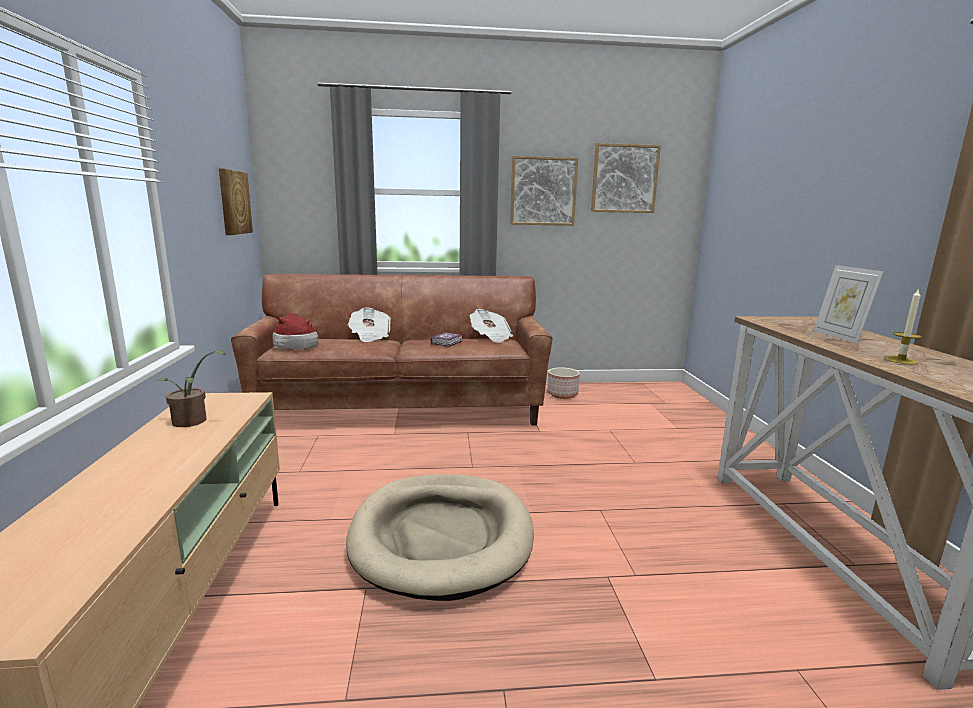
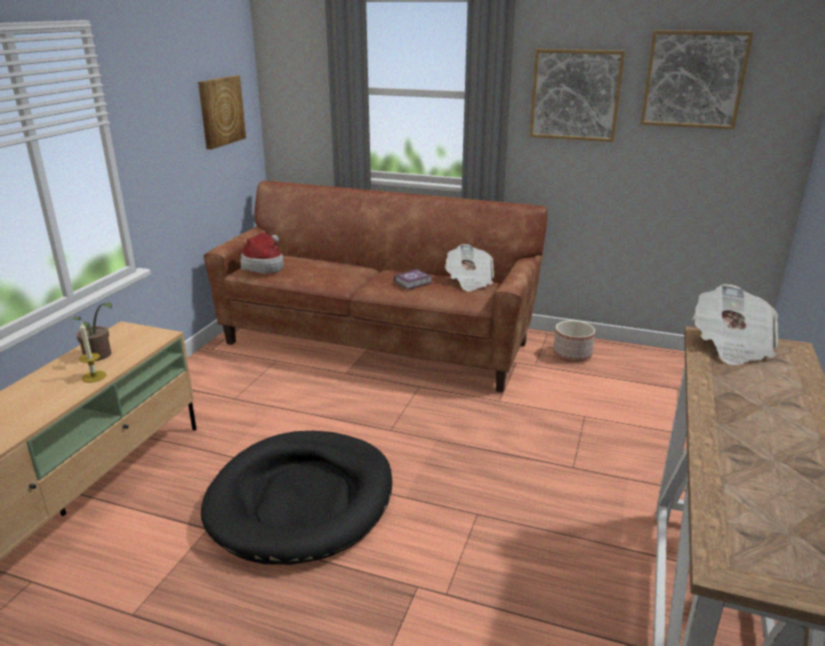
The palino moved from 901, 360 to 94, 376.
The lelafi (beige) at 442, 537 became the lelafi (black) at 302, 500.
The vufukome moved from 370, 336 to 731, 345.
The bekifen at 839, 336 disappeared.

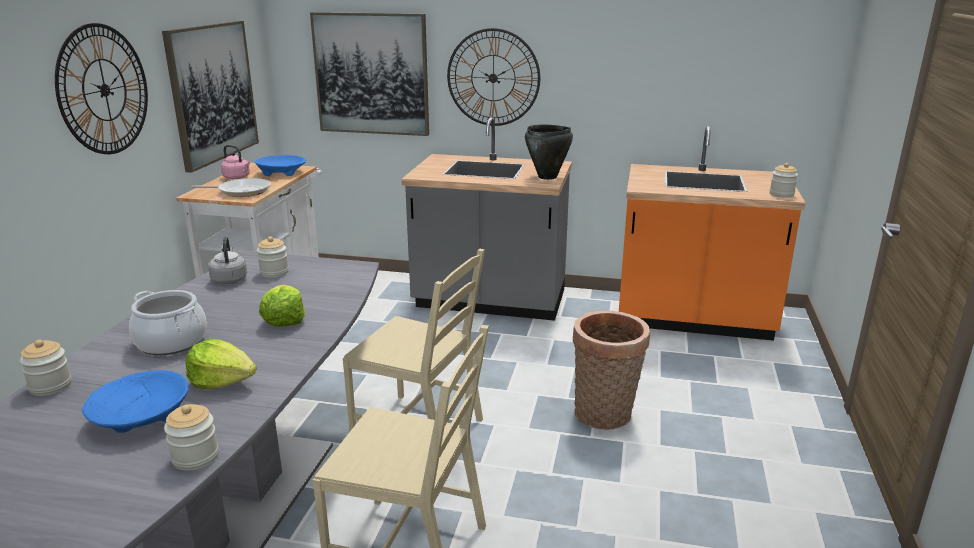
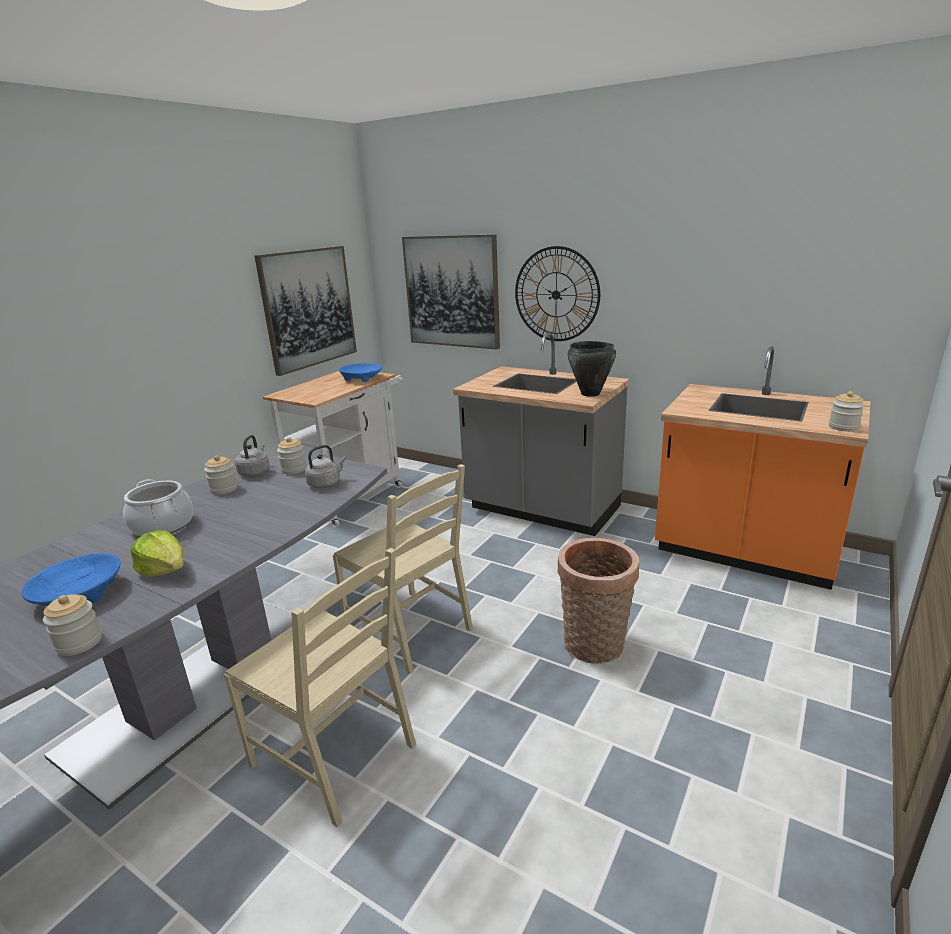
The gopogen moved from 50, 386 to 224, 489.
The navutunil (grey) at 326, 483 appeared.
The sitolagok at 104, 90 disappeared.
The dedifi at 241, 191 disappeared.
The navutunil (pink) at 237, 177 disappeared.
The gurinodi at 284, 320 disappeared.

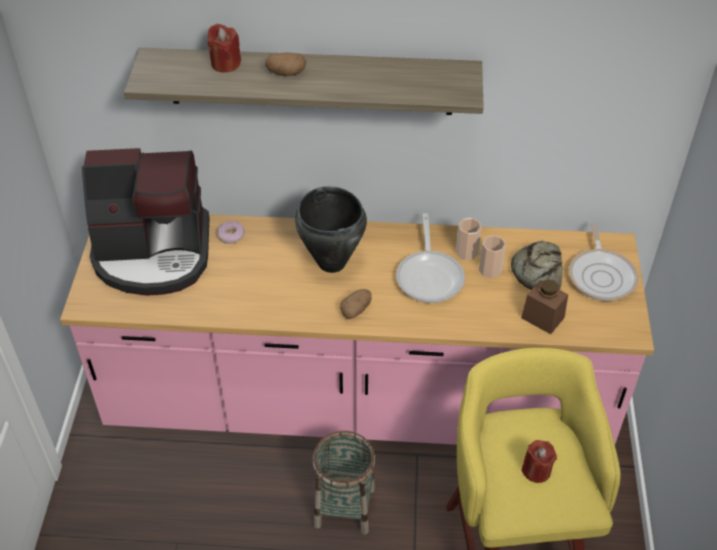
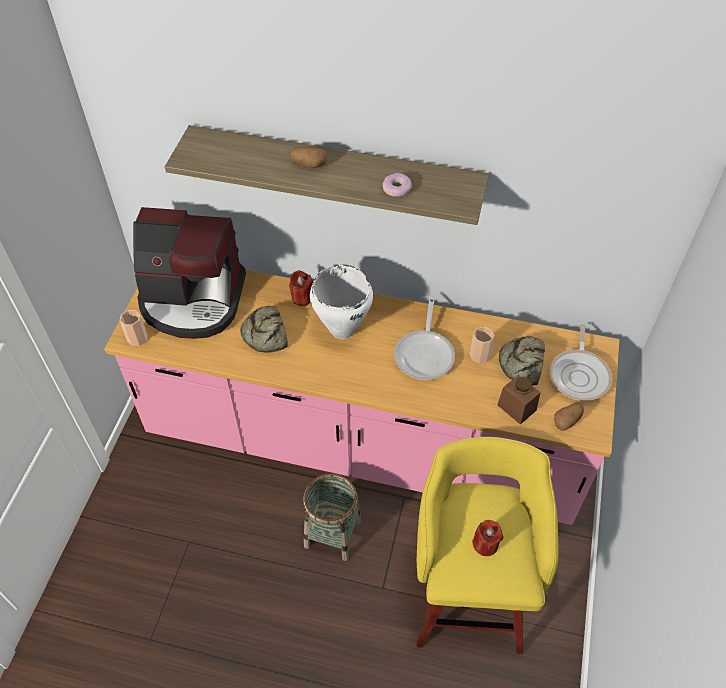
The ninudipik moved from 466, 252 to 137, 338.
The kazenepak at 265, 334 appeared.
The palino (red) moved from 225, 64 to 302, 297.
The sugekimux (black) at 331, 263 became the sugekimux (white) at 342, 330.
The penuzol moved from 231, 235 to 397, 189.
The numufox moved from 356, 310 to 567, 421.

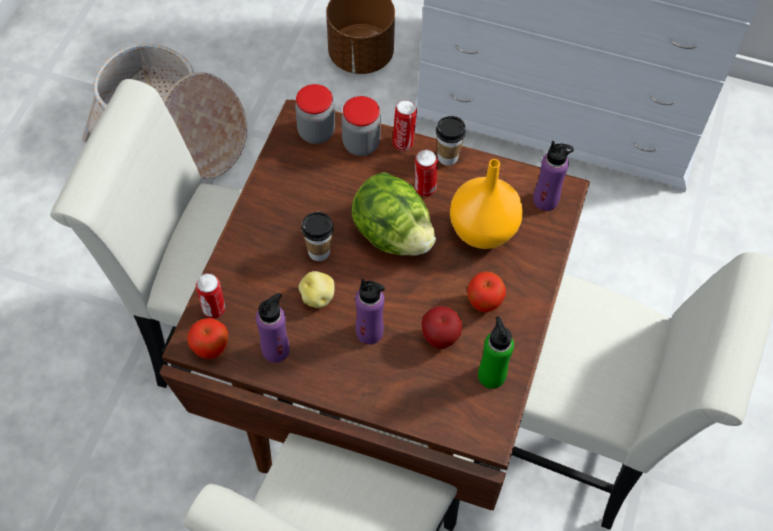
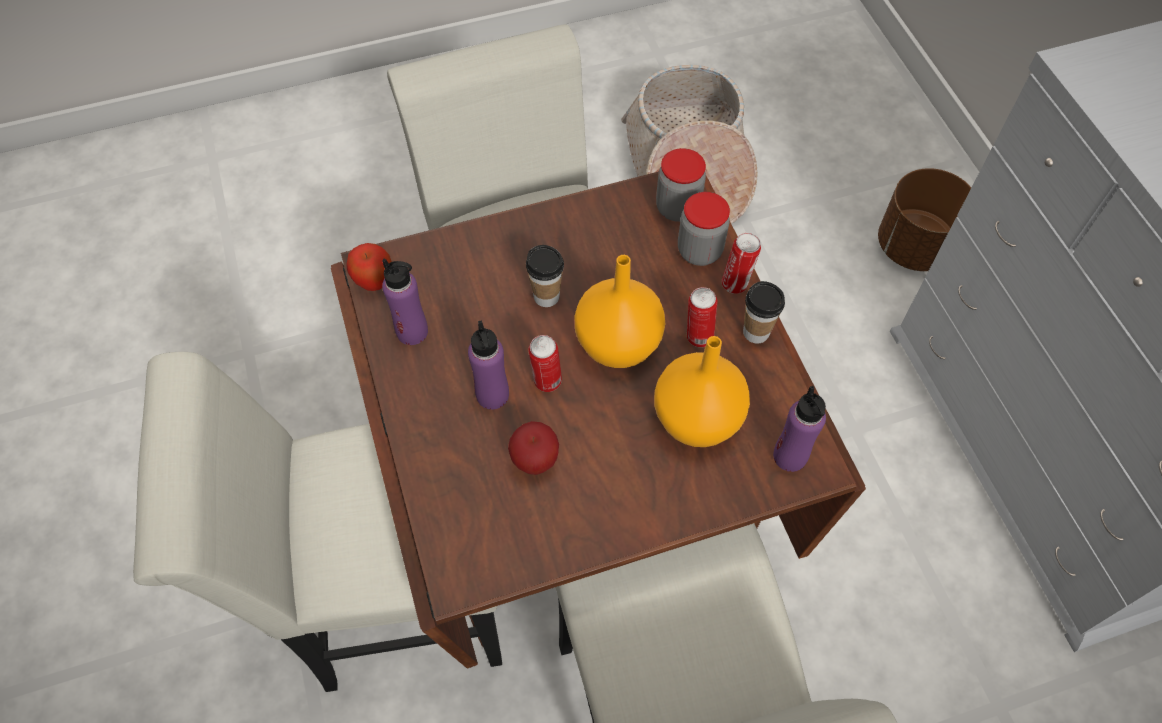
The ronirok moved from 214, 310 to 546, 382.
The gurinodi at 392, 234 was replaced by the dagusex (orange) at 619, 343.
The numufox at 318, 296 disappeared.
The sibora at 484, 303 disappeared.
The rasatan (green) at 491, 375 disappeared.

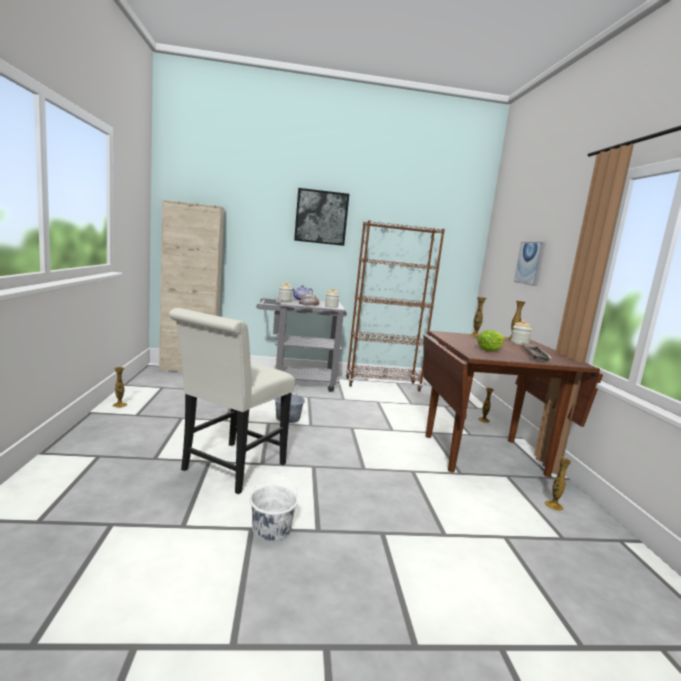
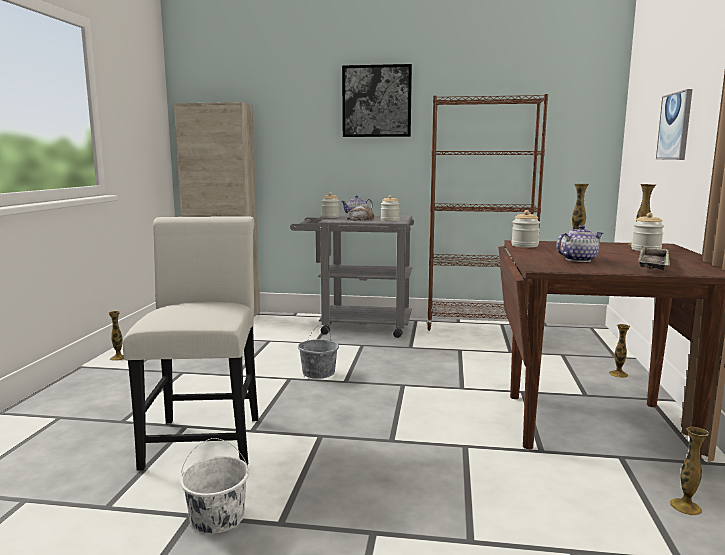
The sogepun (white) at 229, 469 turned 135 degrees clockwise.
The gopogen at 524, 245 appeared.
The gurinodi at 489, 350 was replaced by the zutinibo at 578, 260.

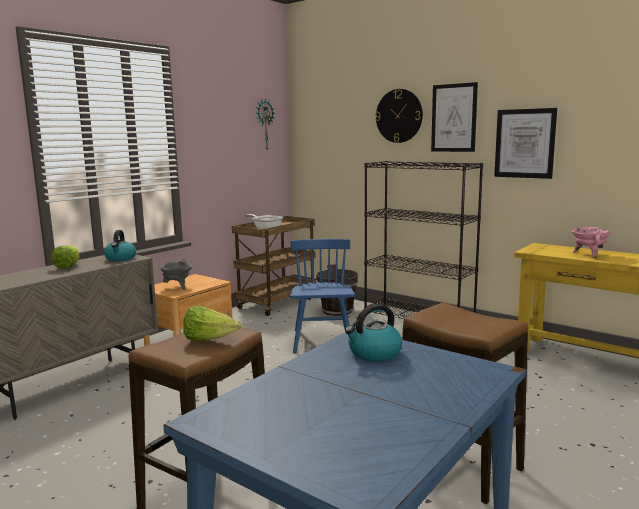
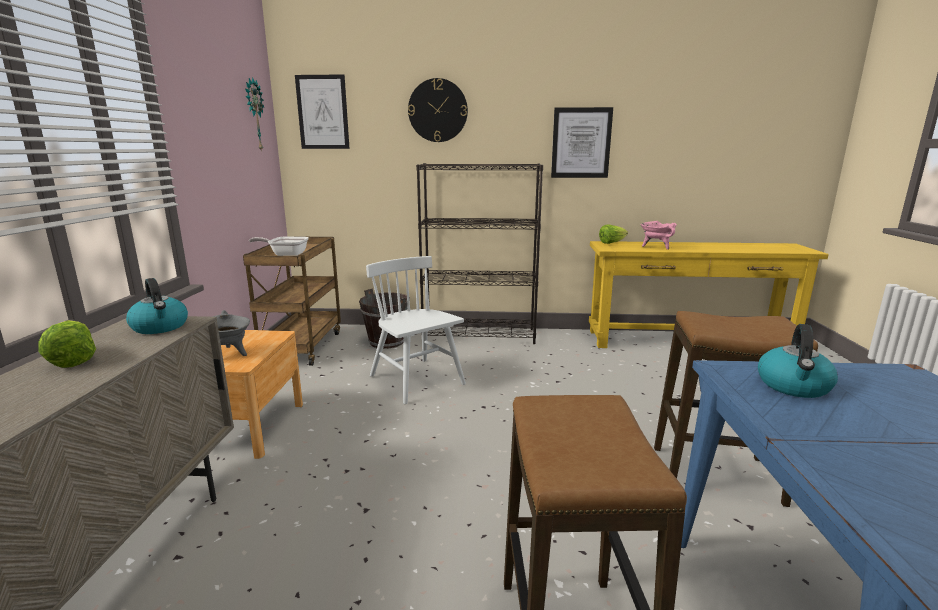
The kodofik moved from 454, 118 to 322, 112.
The sogepun (blue) at 322, 341 became the sogepun (white) at 416, 380.
The gurinodi moved from 209, 339 to 612, 243.

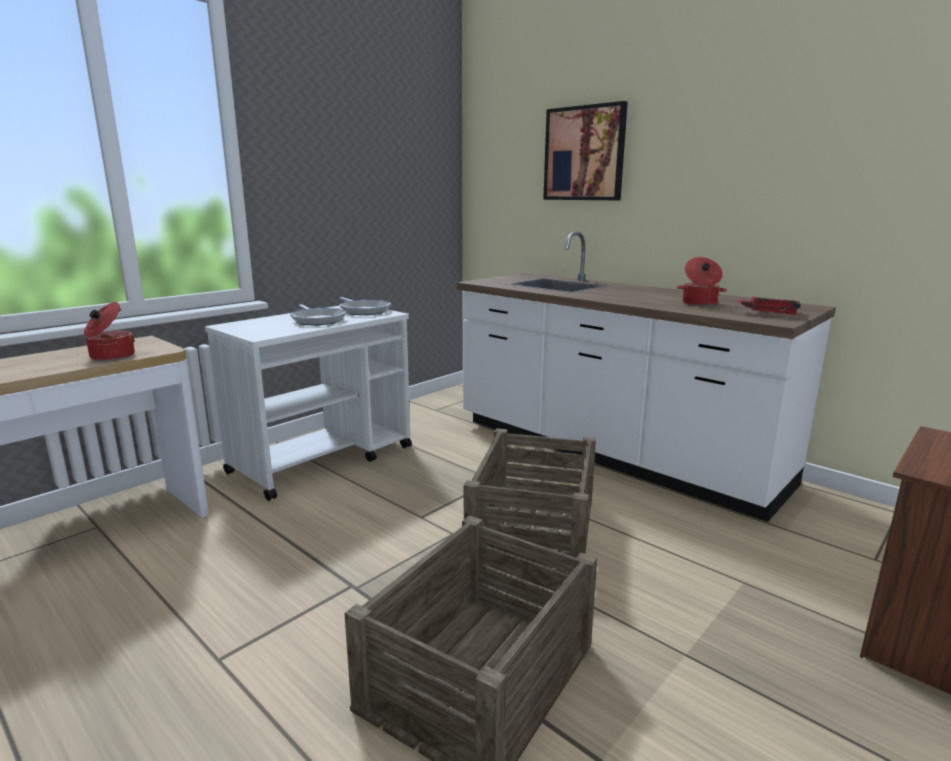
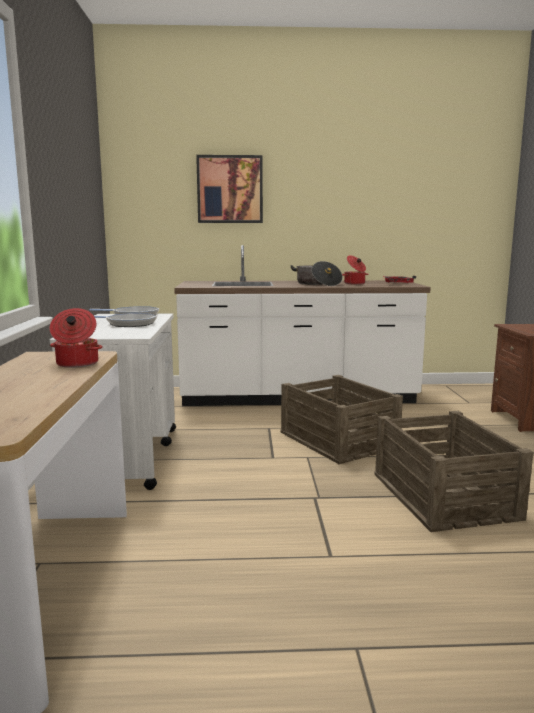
The sugekimux at 317, 284 appeared.

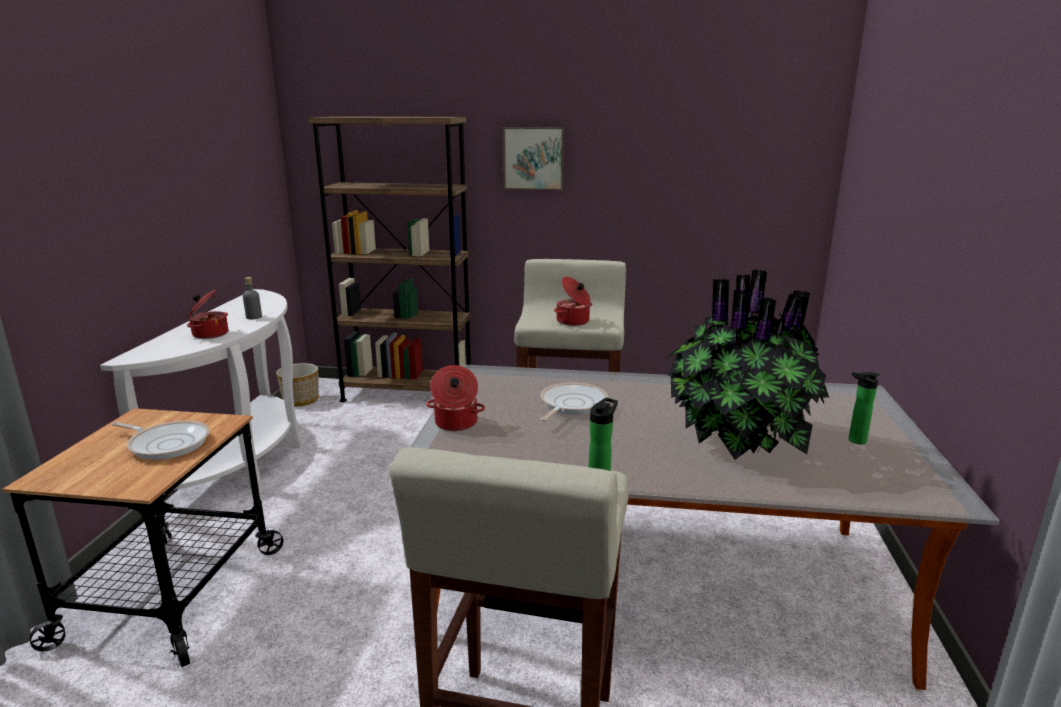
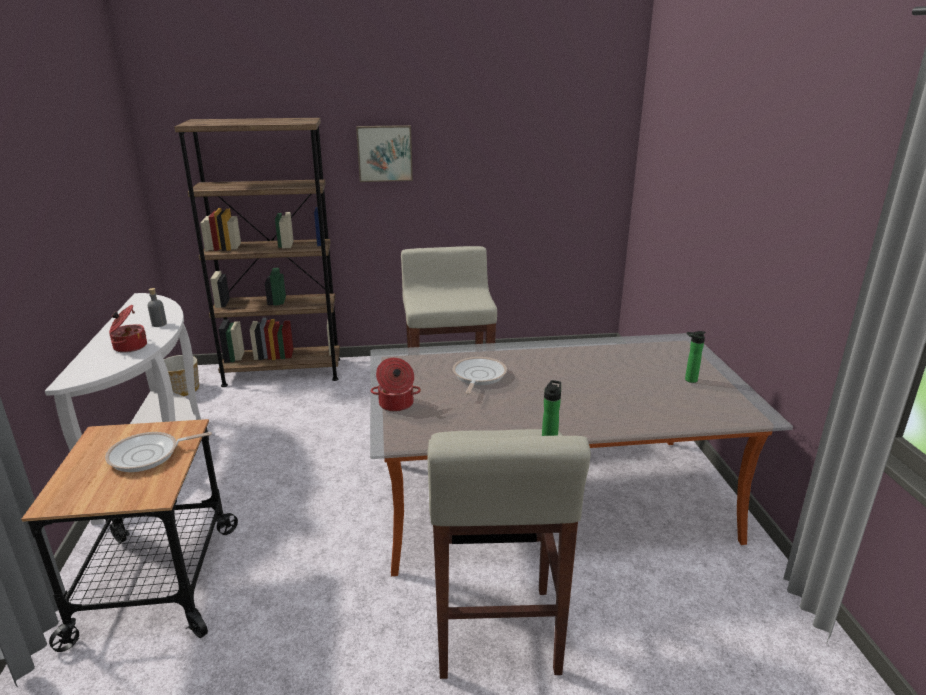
The dedifi at 167, 444 turned 150 degrees clockwise.
The sugekimux at 573, 321 disappeared.
The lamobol at 737, 441 disappeared.

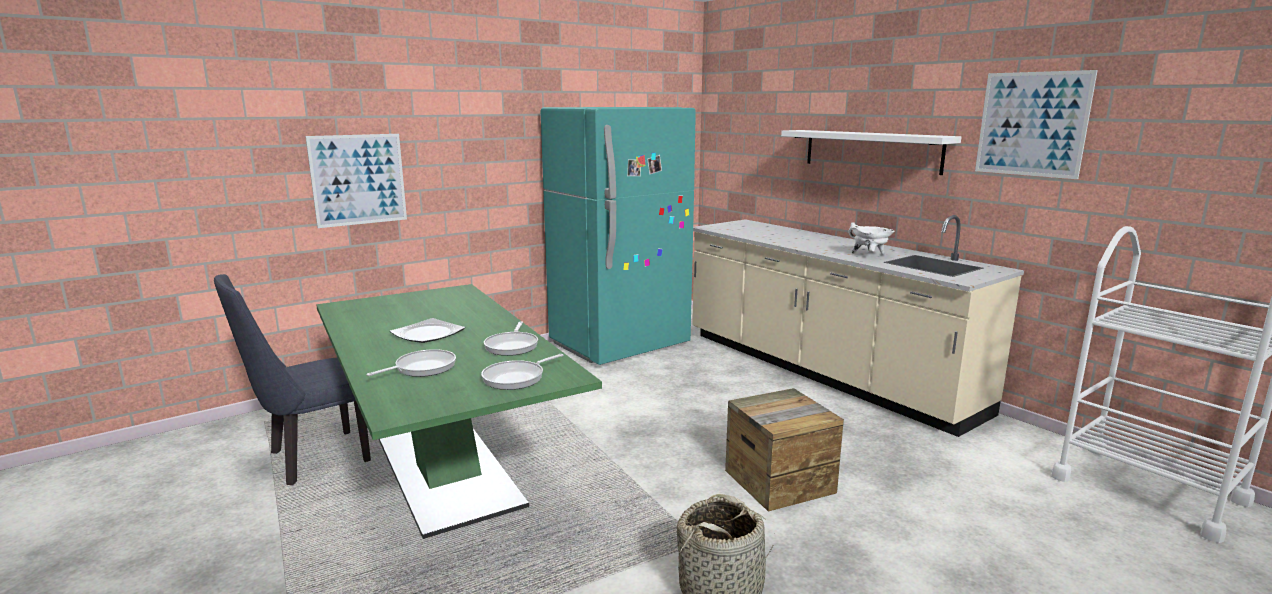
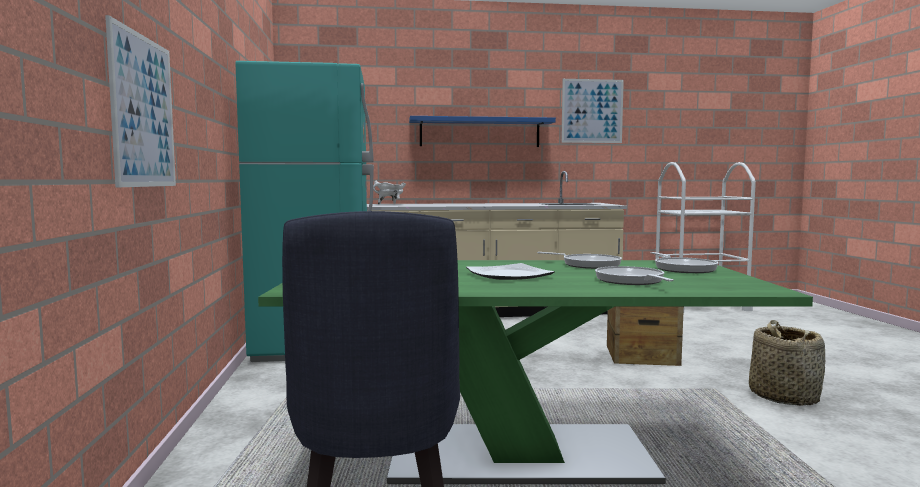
The sugekimux (white) moved from 869, 255 to 390, 204.
The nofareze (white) at 871, 150 became the nofareze (blue) at 480, 132.

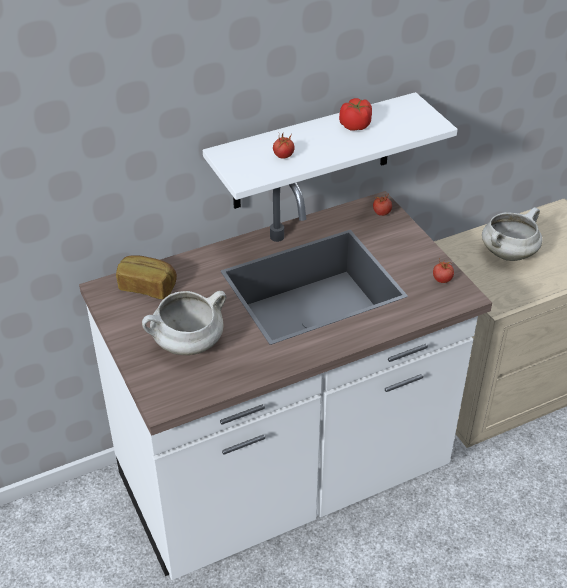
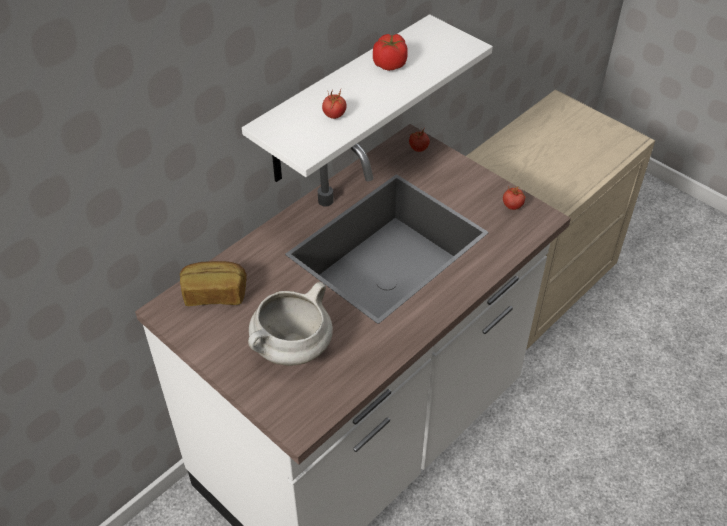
The sugekimux (white) at 508, 253 disappeared.

